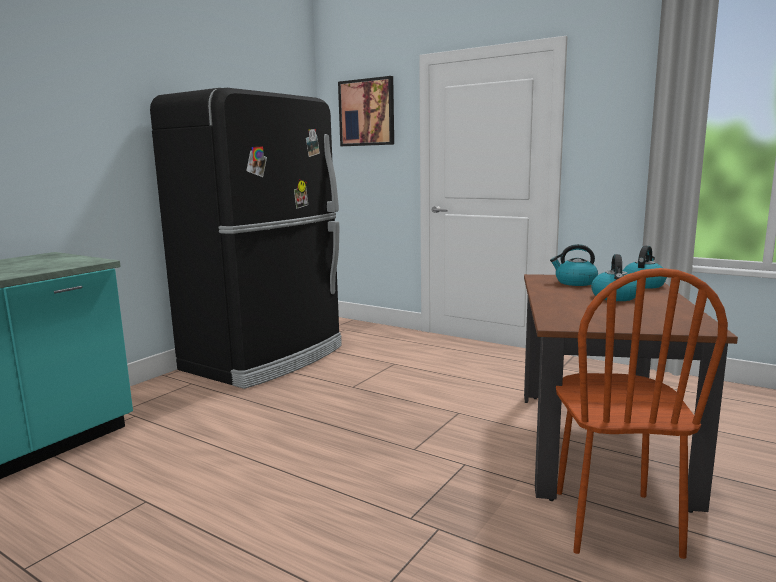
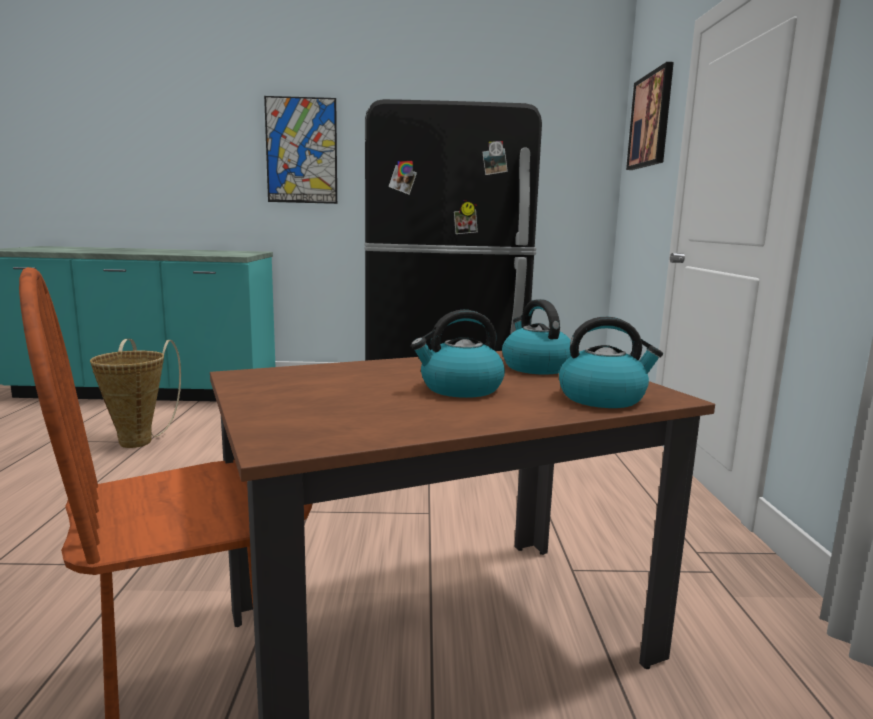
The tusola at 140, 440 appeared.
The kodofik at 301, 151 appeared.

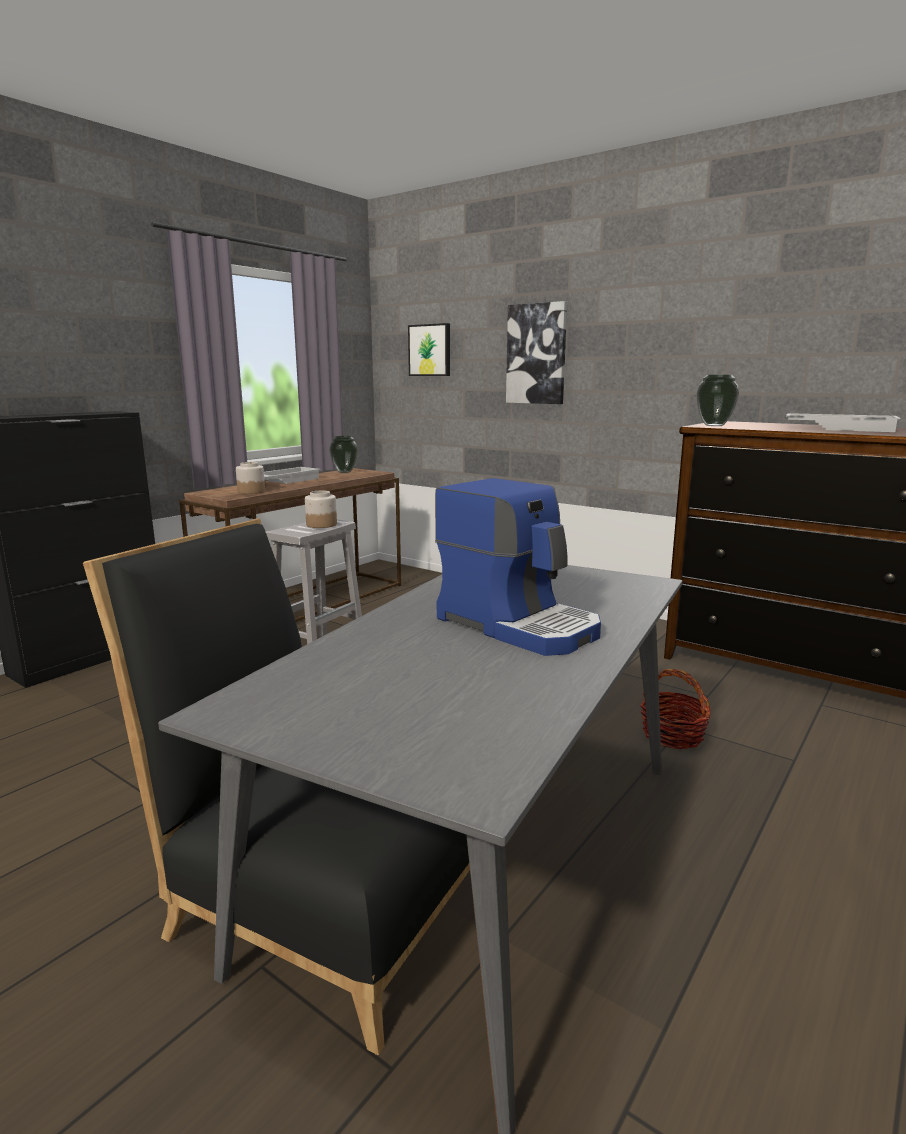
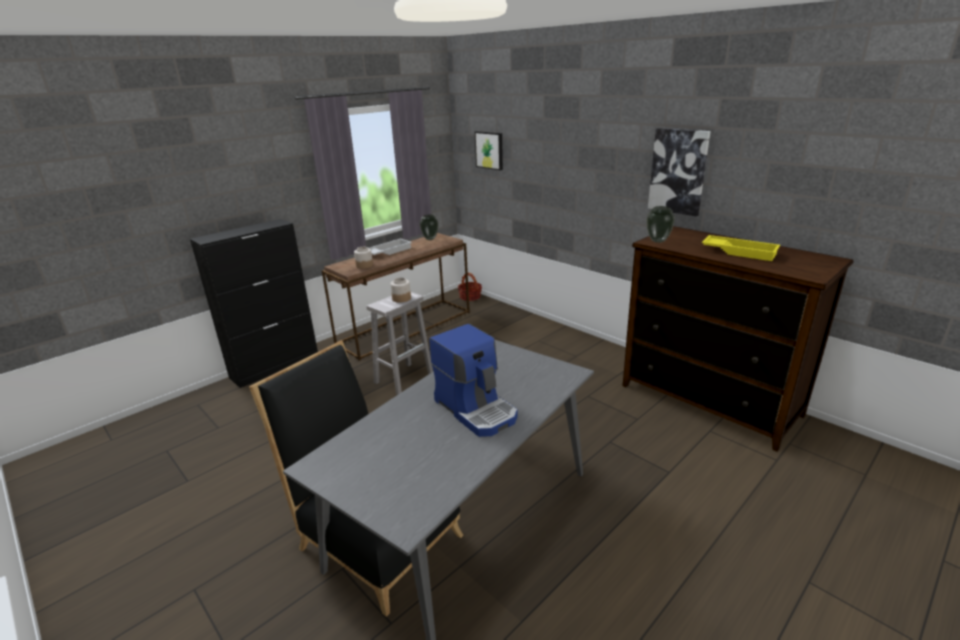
The tusola moved from 672, 735 to 470, 297.
The kodofik moved from 536, 354 to 678, 171.
The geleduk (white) at 839, 429 became the geleduk (yellow) at 739, 252.

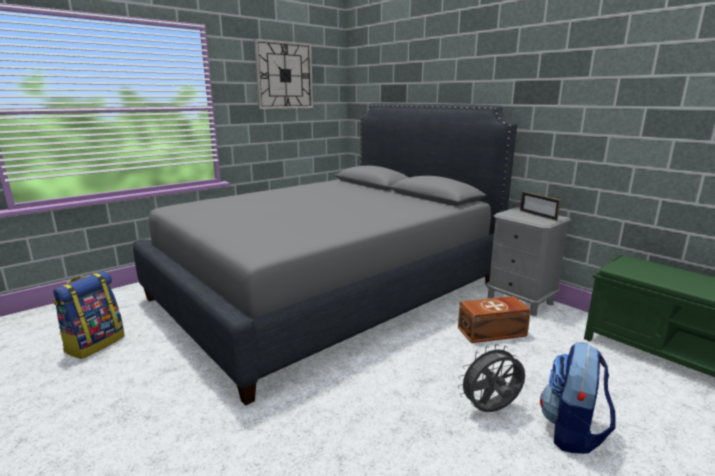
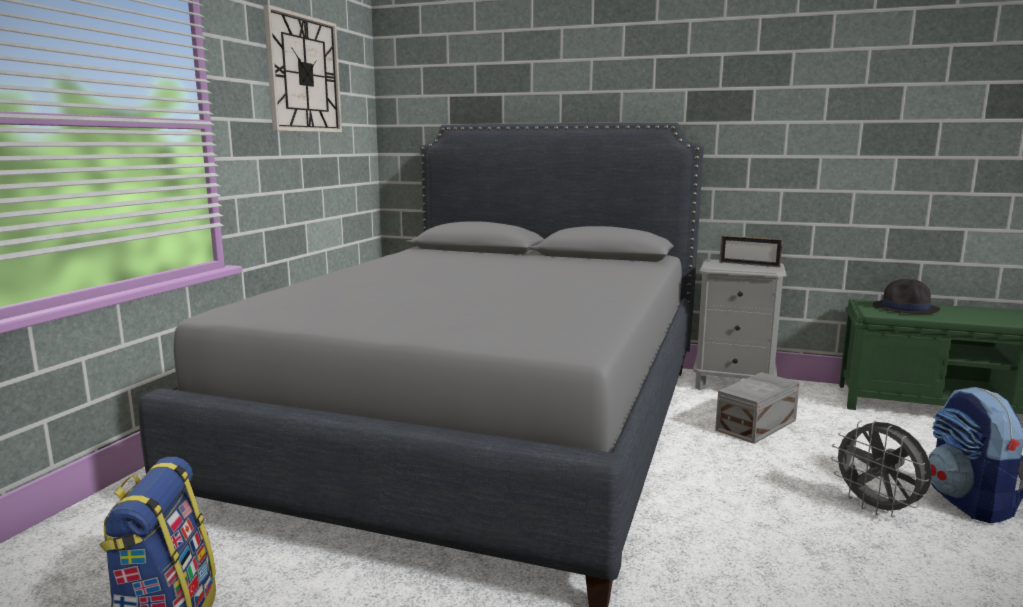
The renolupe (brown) at 493, 332 became the renolupe (grey) at 758, 425.
The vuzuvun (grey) at 490, 410 turned 75 degrees counterclockwise.
The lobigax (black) at 906, 308 appeared.

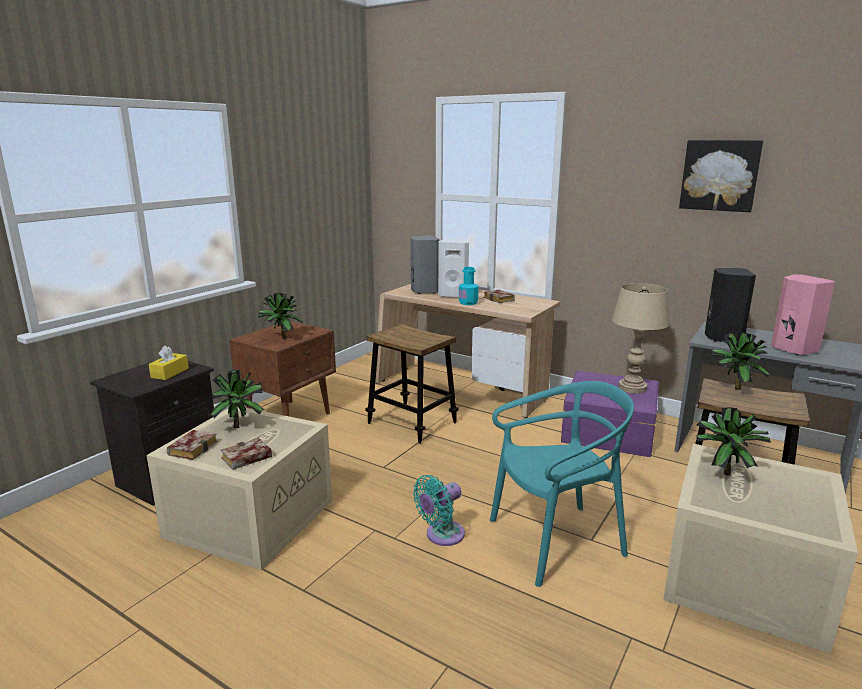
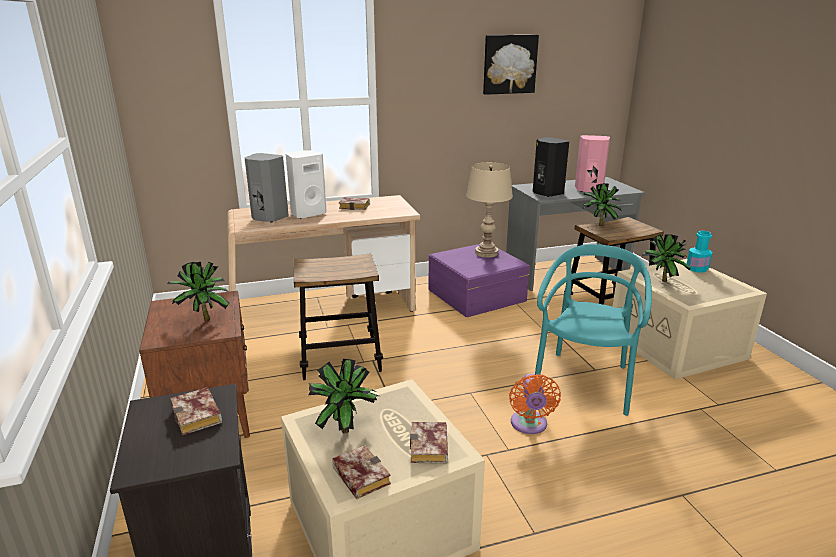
The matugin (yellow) at 170, 373 was replaced by the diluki at 199, 416.
The vuzuvun (turquoise) at 441, 535 became the vuzuvun (orange) at 529, 425.
The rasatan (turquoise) moved from 468, 303 to 697, 269.

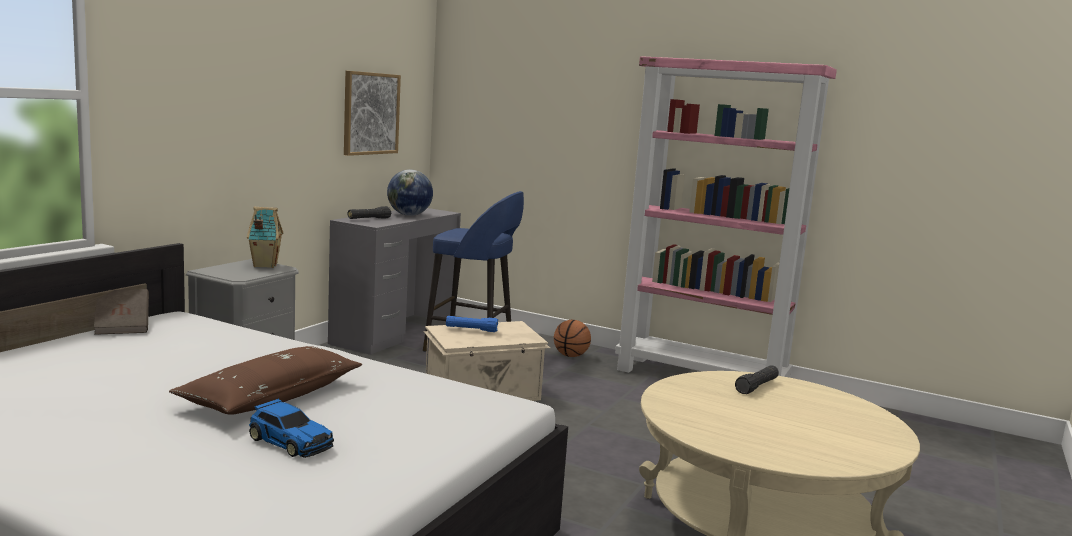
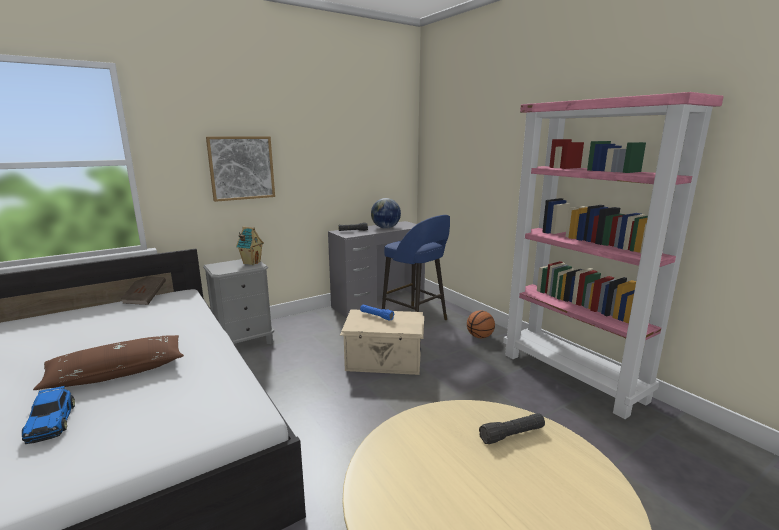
The kodofik moved from 370, 113 to 241, 168.

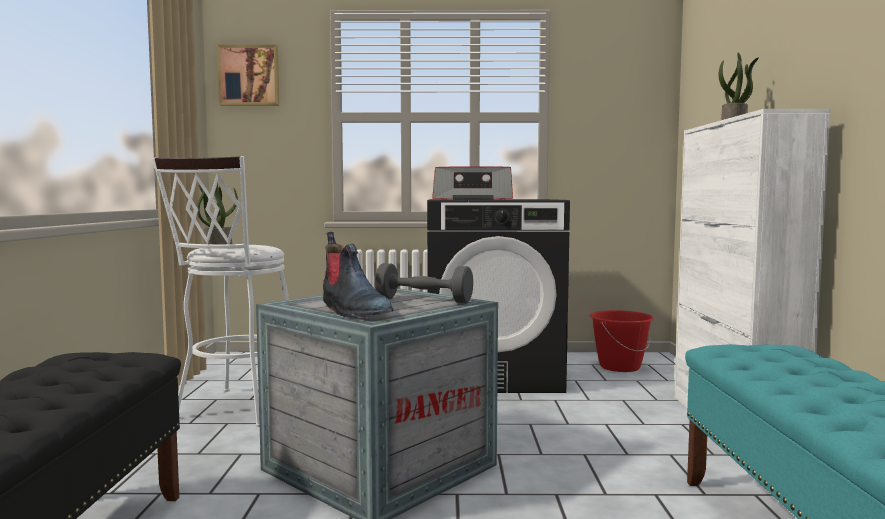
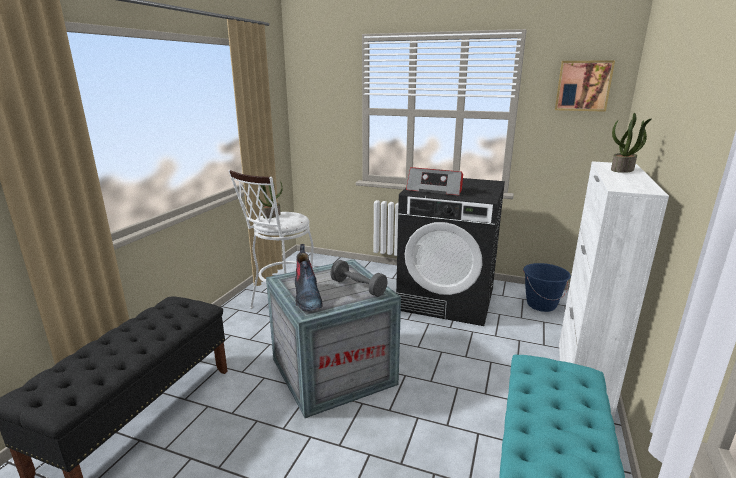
The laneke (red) at 619, 367 became the laneke (blue) at 541, 305.
The kodofik moved from 249, 76 to 583, 86.

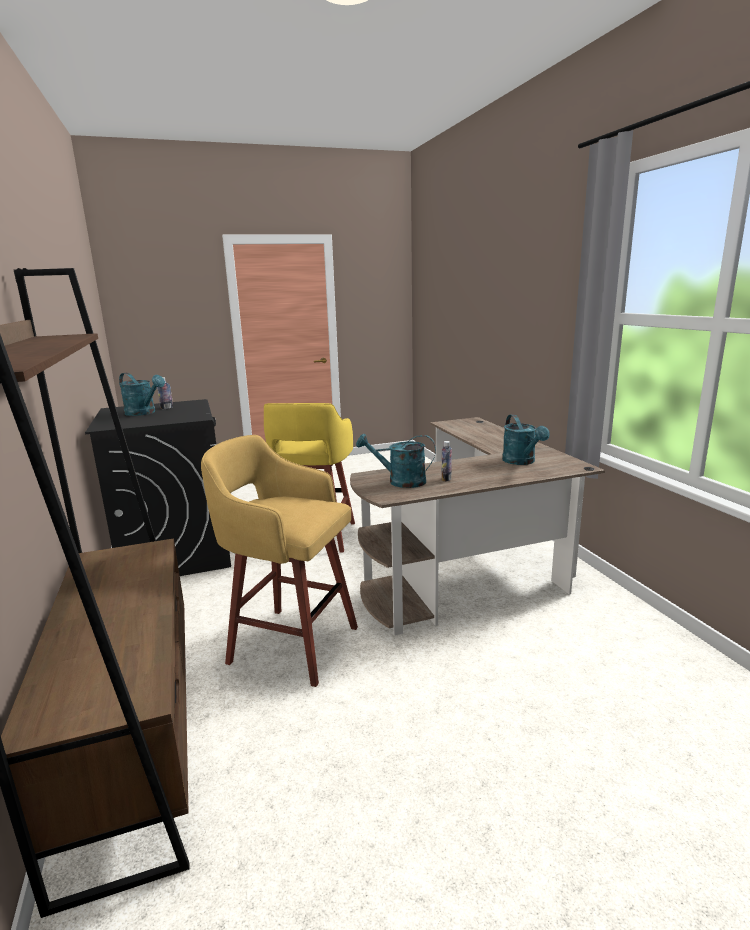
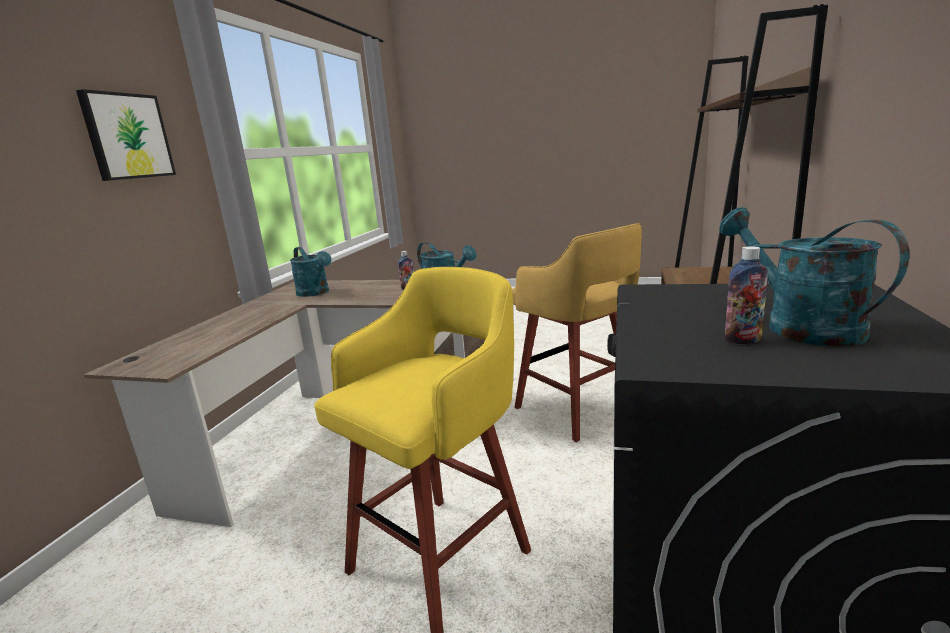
The kodofik at 127, 136 appeared.
The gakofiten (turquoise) at 522, 462 turned 120 degrees clockwise.

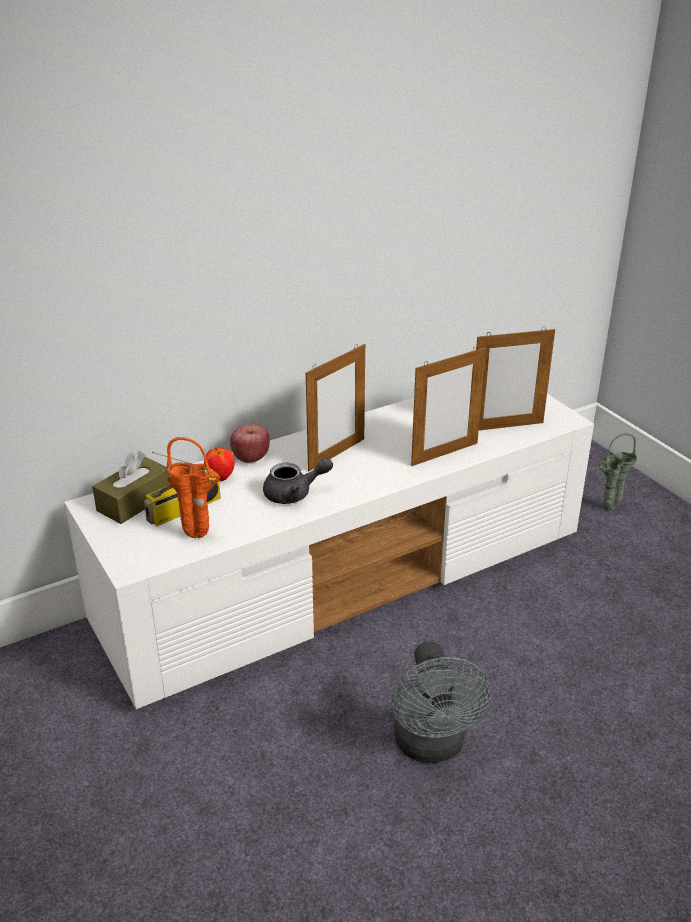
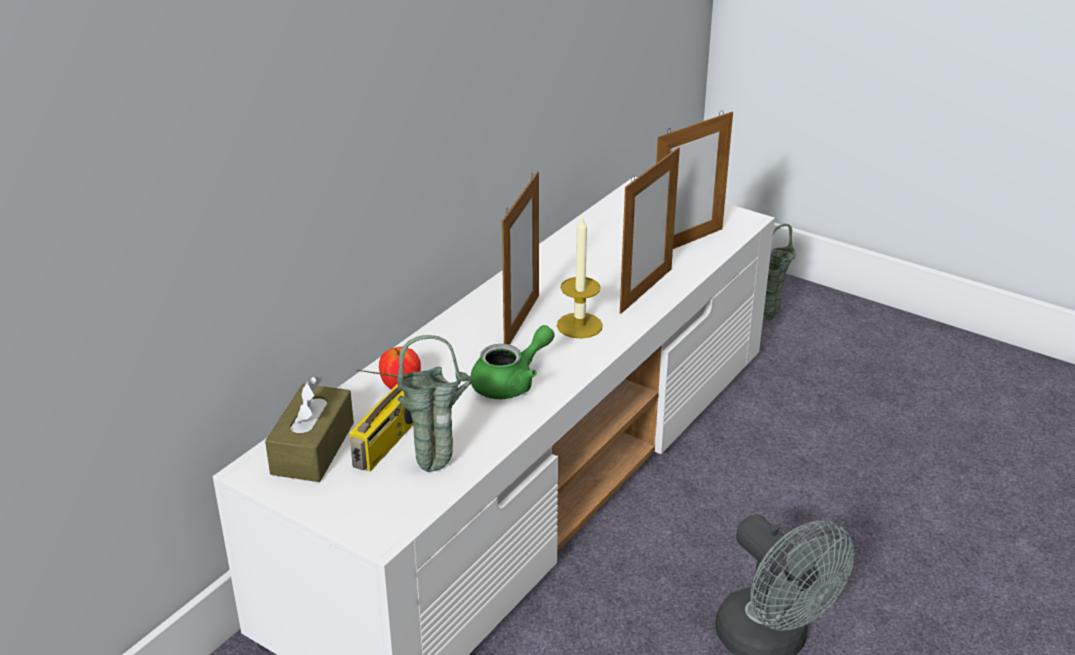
The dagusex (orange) at 200, 537 became the dagusex (green) at 439, 468.
The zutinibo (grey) at 294, 494 became the zutinibo (green) at 511, 383.
The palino at 579, 325 appeared.
The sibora at 251, 458 disappeared.

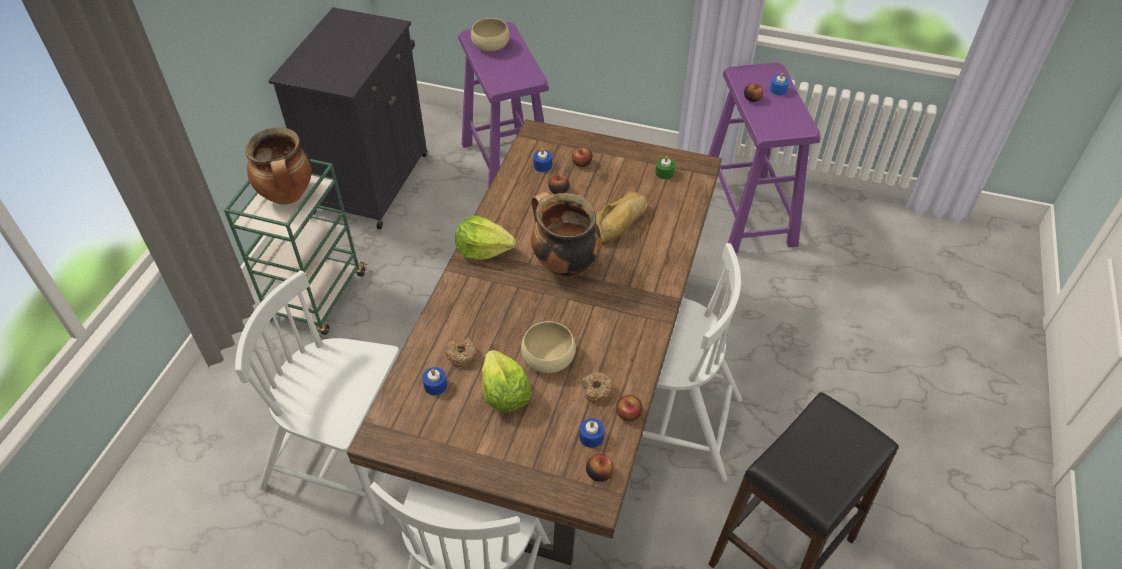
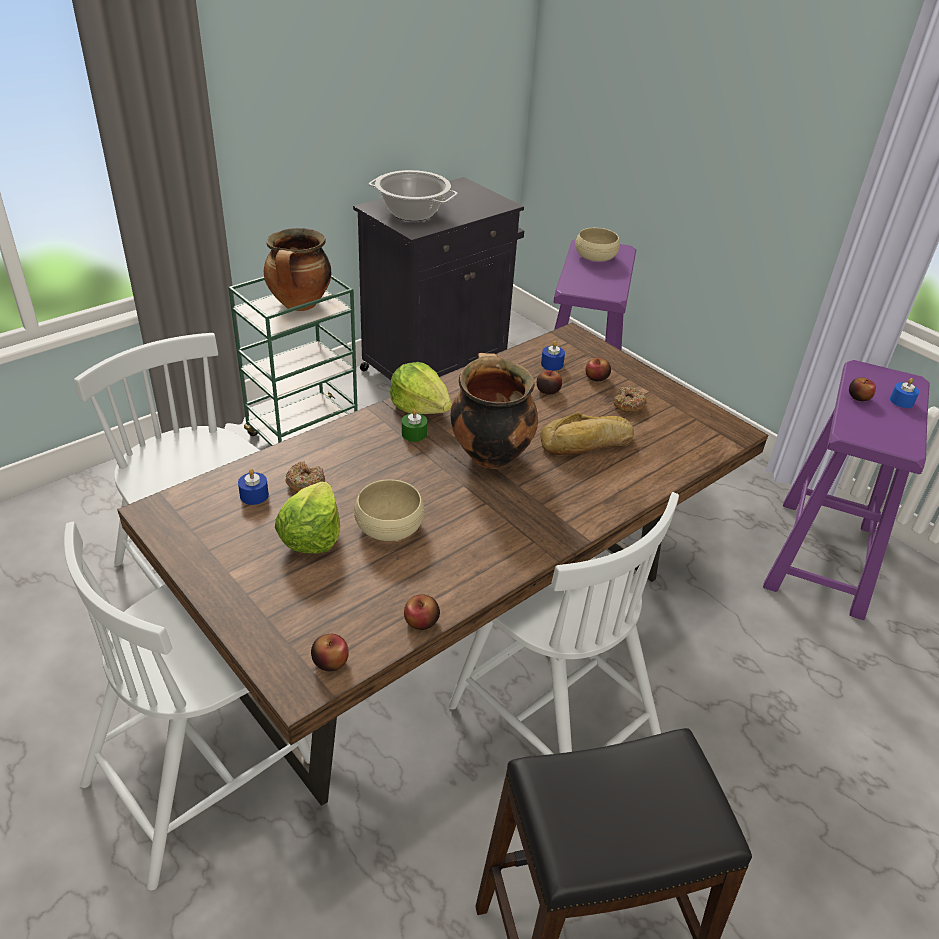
The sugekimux at 413, 213 appeared.
The palino (green) moved from 664, 173 to 414, 434.
The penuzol moved from 597, 390 to 628, 404.
The palino (blue) at 591, 437 disappeared.

